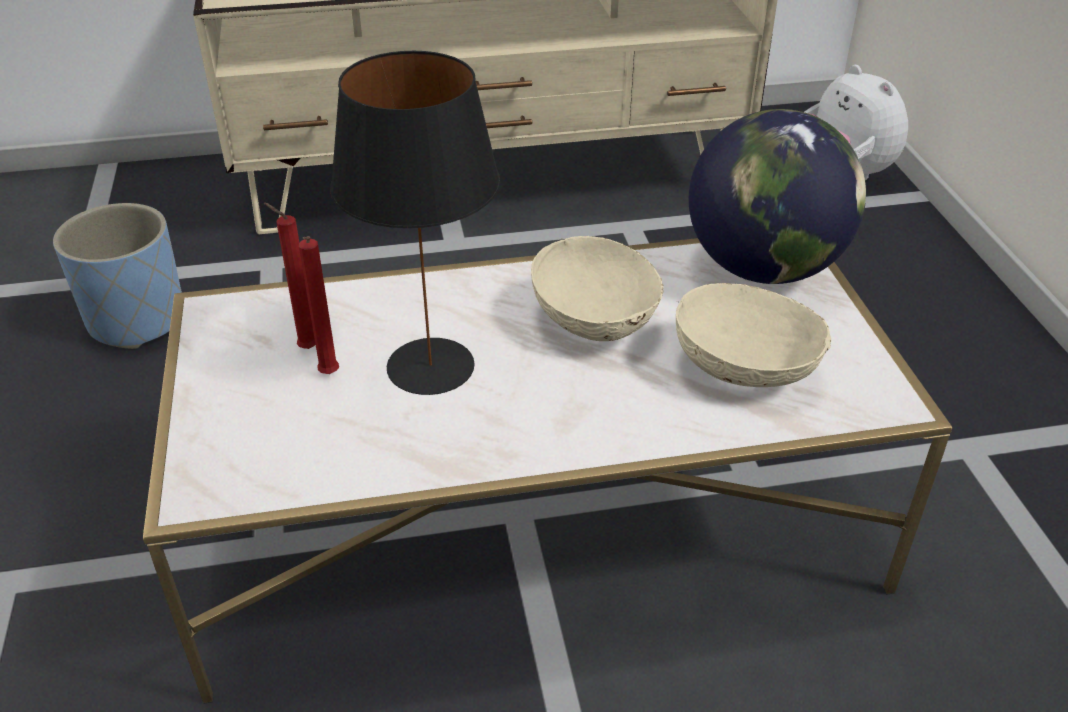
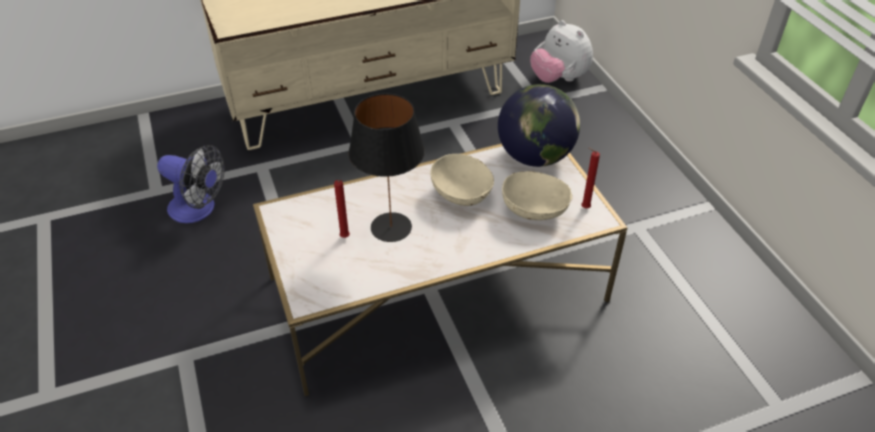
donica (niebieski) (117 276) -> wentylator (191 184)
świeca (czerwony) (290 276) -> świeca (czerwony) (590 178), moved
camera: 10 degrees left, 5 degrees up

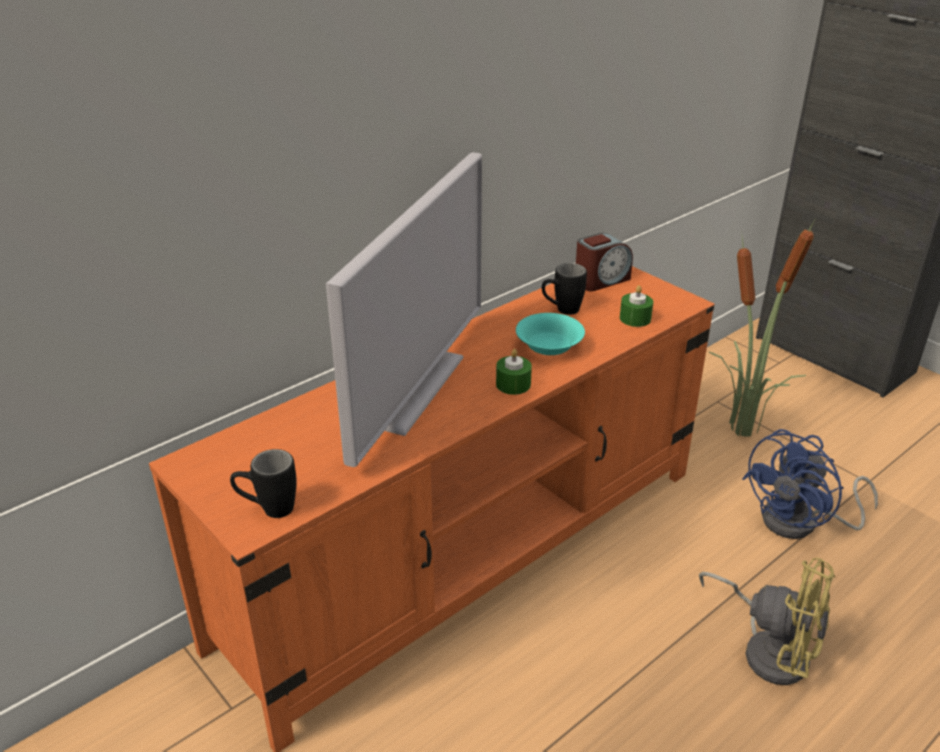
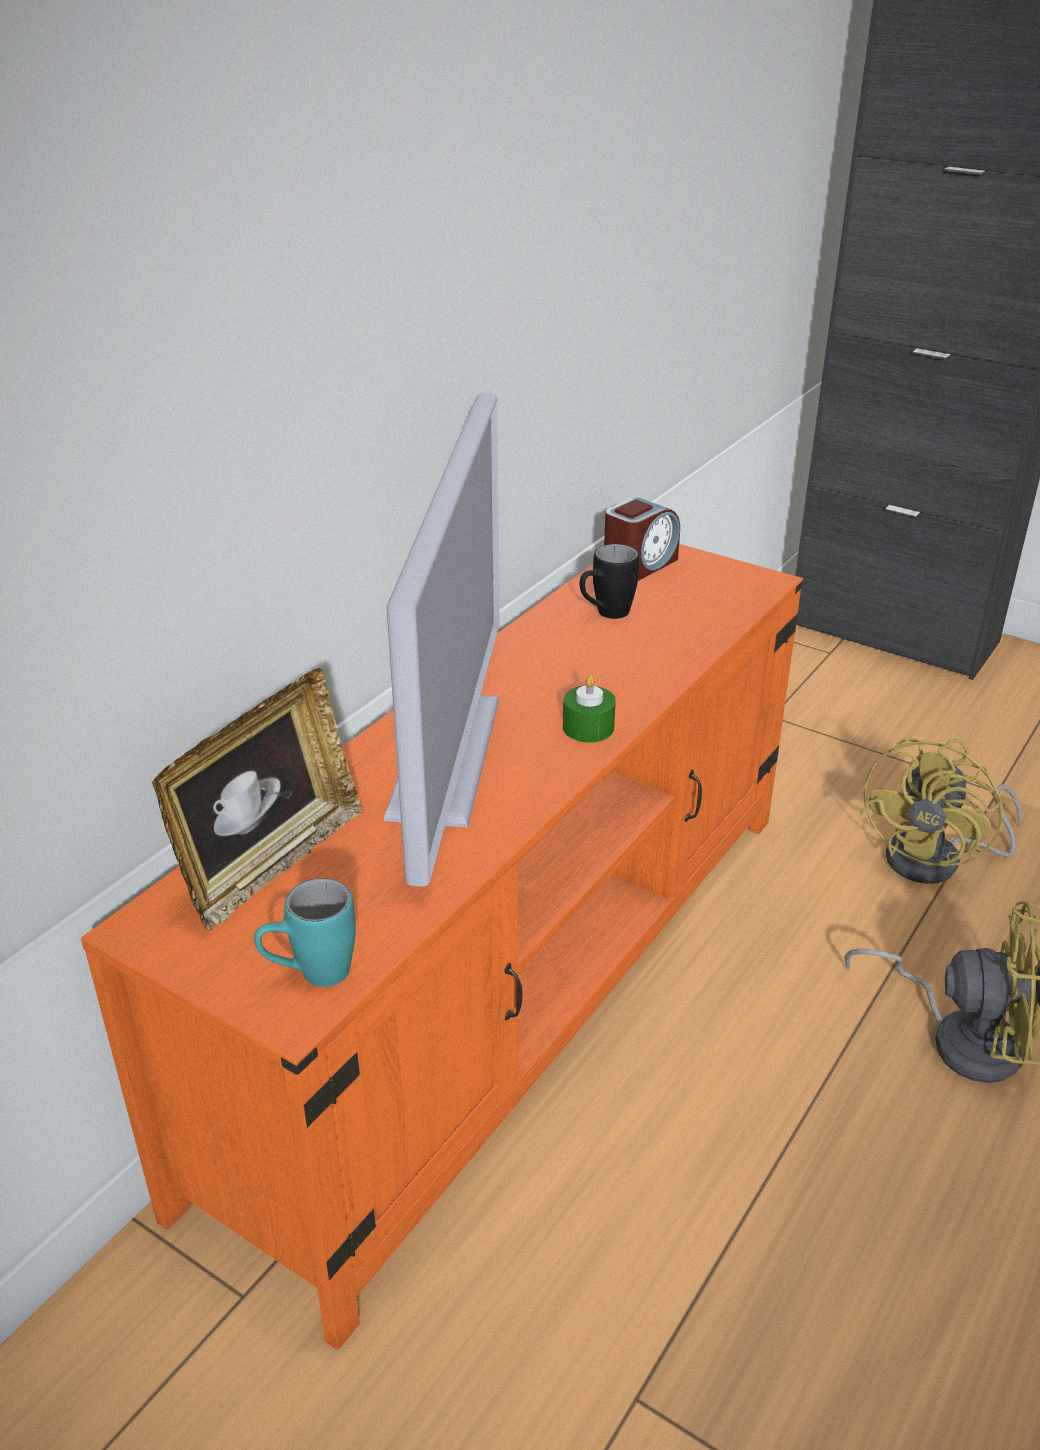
roślina doniczkowa (762 327) -> none
świeca (zielony) (636 306) -> none
miska (turkusowy) (550 334) -> none
wentylator (niebieski) (810 484) -> wentylator (żółty) (941 811)
kubek (czarny) (263 483) -> kubek (turkusowy) (305 932)
none -> ramka na zdjęcie (258 799)
camera: 15 degrees left, 0 degrees up

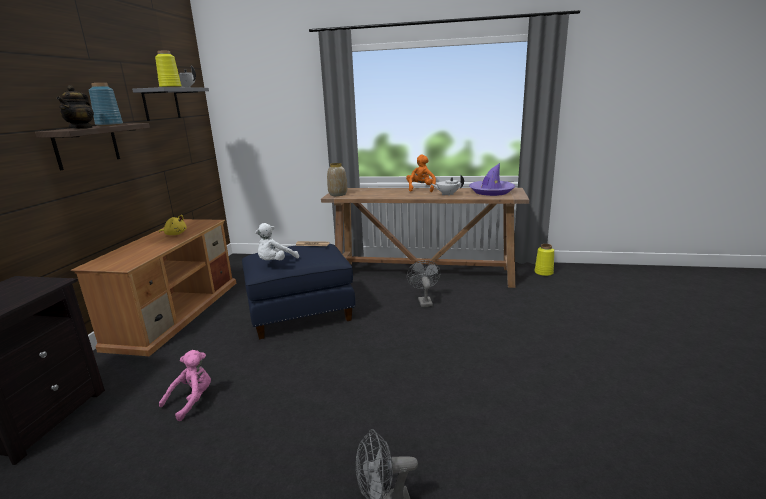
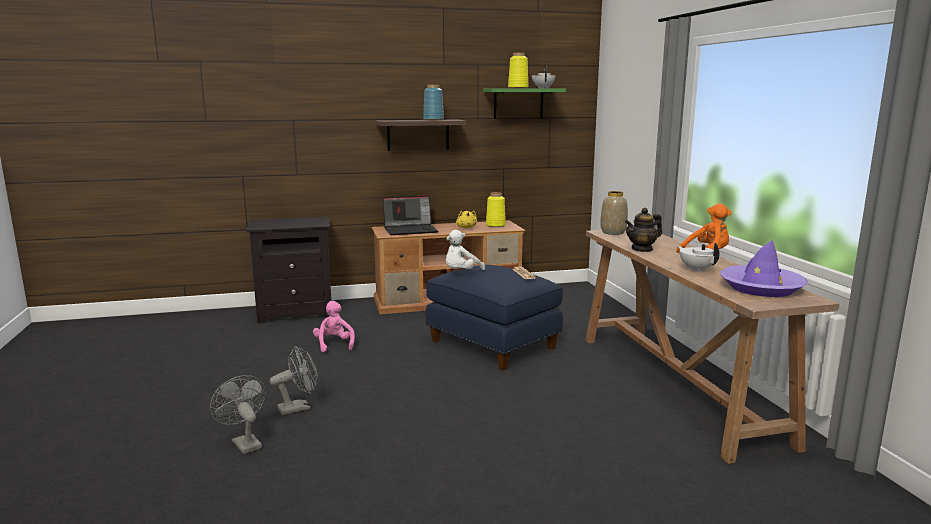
imbryk (75 107) -> imbryk (643 230), moved
półka (szary) (170 104) -> półka (zielony) (524 103)
pluszak (biały) (277 241) -> pluszak (biały) (465 250), 60 degrees counterclockwise
wazon (żółty) (544 260) -> wazon (żółty) (496 209), moved
wentylator (szary) (424 283) -> wentylator (szary) (294 380), moved
pluszak (różowy) (185 385) -> pluszak (różowy) (334 327), 120 degrees counterclockwise
none -> laptop (410 215)
camera: 65 degrees right, 5 degrees down

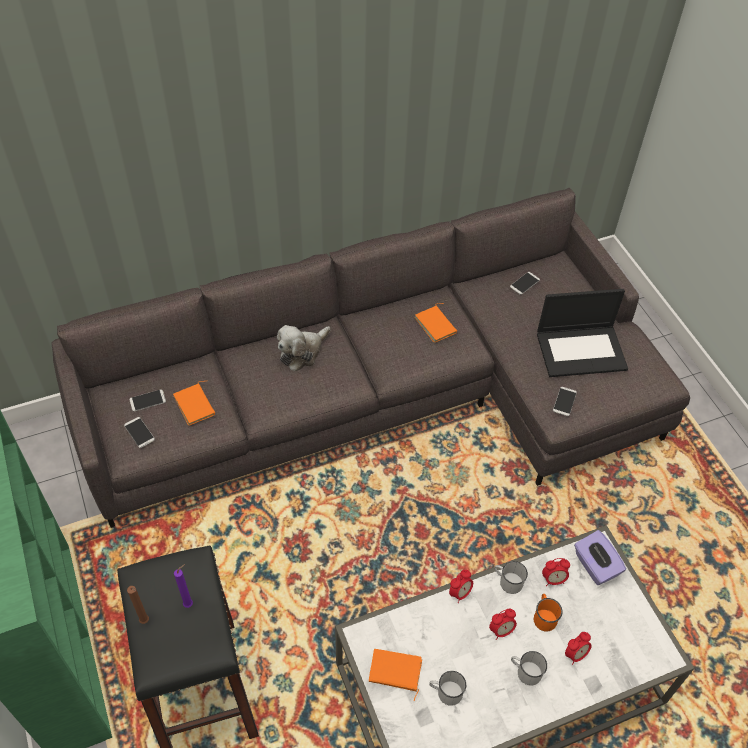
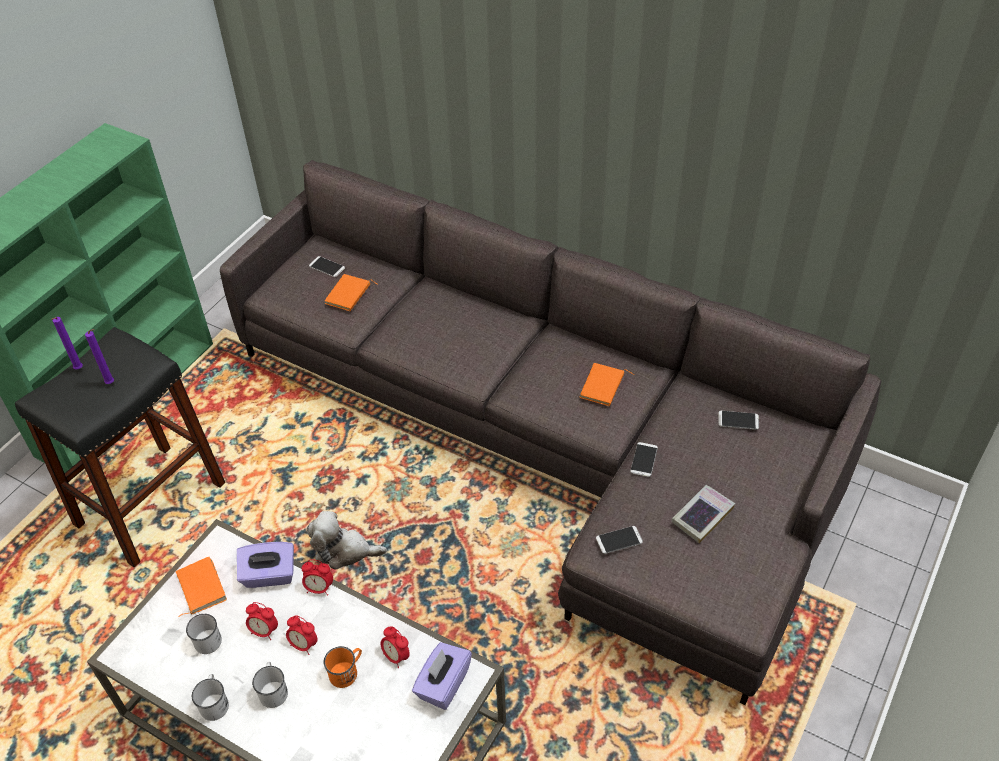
laptop (582 333) -> książka (703 514)
pluszak (304 348) -> pluszak (347 540), moved
telefon (139 432) -> telefon (644 459), moved
kubek (biały) (511 577) -> kubek (biały) (210 697), moved
świeca (brązowy) (138 605) -> świeca (fioletowy) (67 343)
budzik (578 648) -> budzik (262 621), moved
none -> pudełko chusteczek (fioletowy) (265 565)
camera: 55 degrees right, 5 degrees down

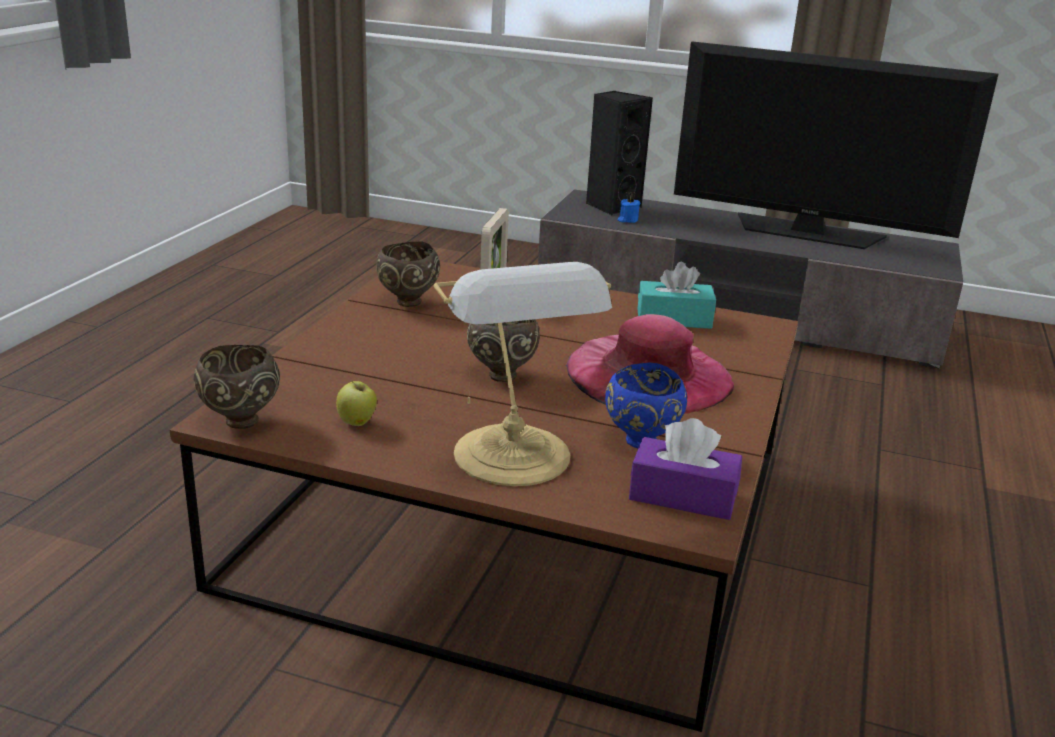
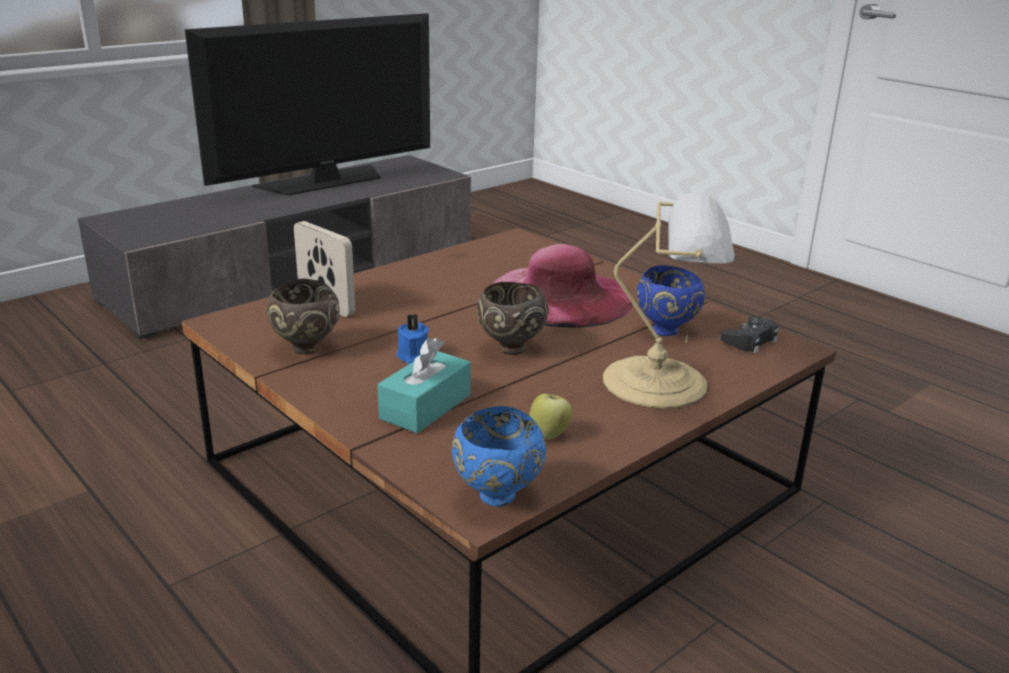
głośnik (czarny) (619 153) -> none
świeca (niebieski) (629 207) -> świeca (niebieski) (412 339), moved
pudełko chusteczek (turkusowy) (676 295) -> pudełko chusteczek (turkusowy) (424 385), moved
miska (brązowy) (237 387) -> miska (niebieski) (499 456)
pudełko chusteczek (fioletowy) (685 469) -> pad do gier (czarny) (749 334)
camera: 60 degrees left, 0 degrees up

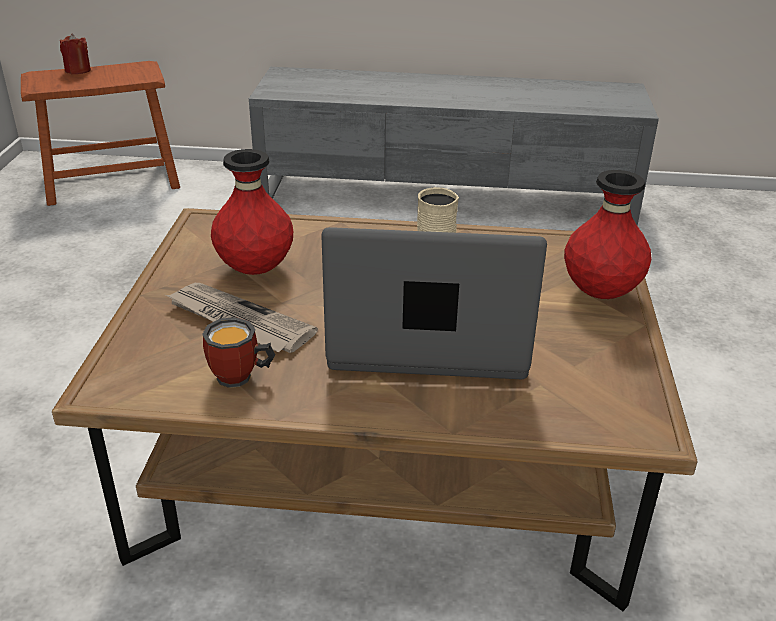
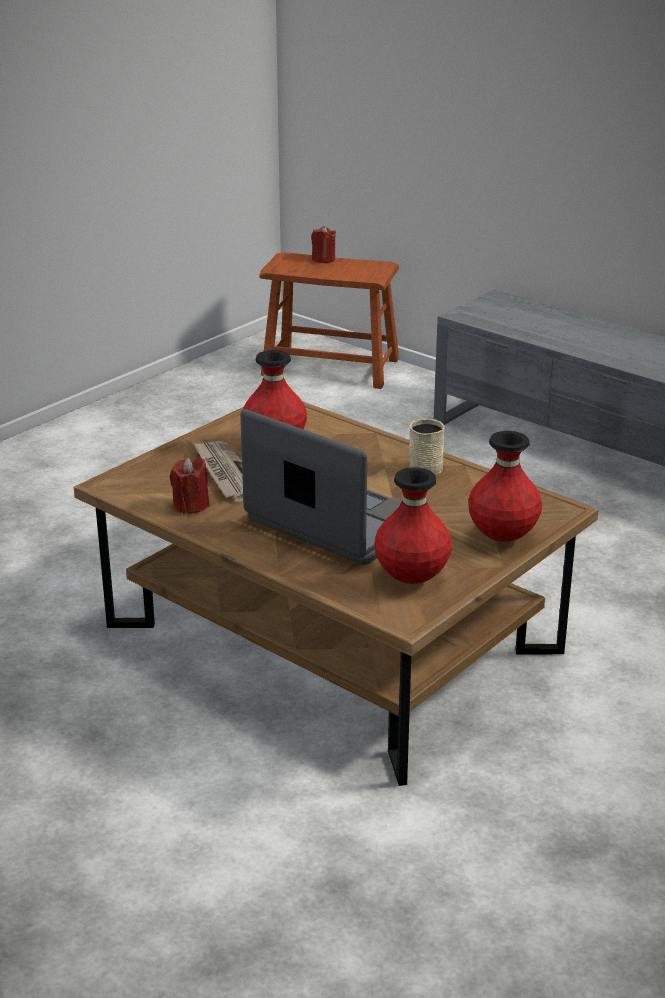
kubek (238 352) -> świeca (czerwony) (190 486)
none -> wazon (czerwony) (413 525)
camera: 35 degrees right, 5 degrees down

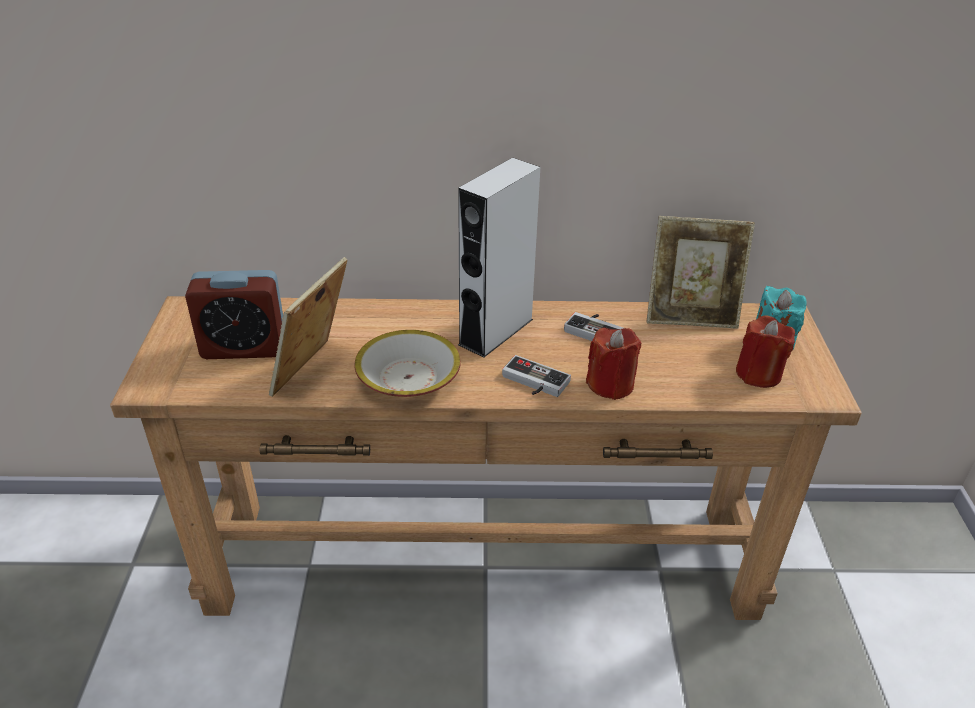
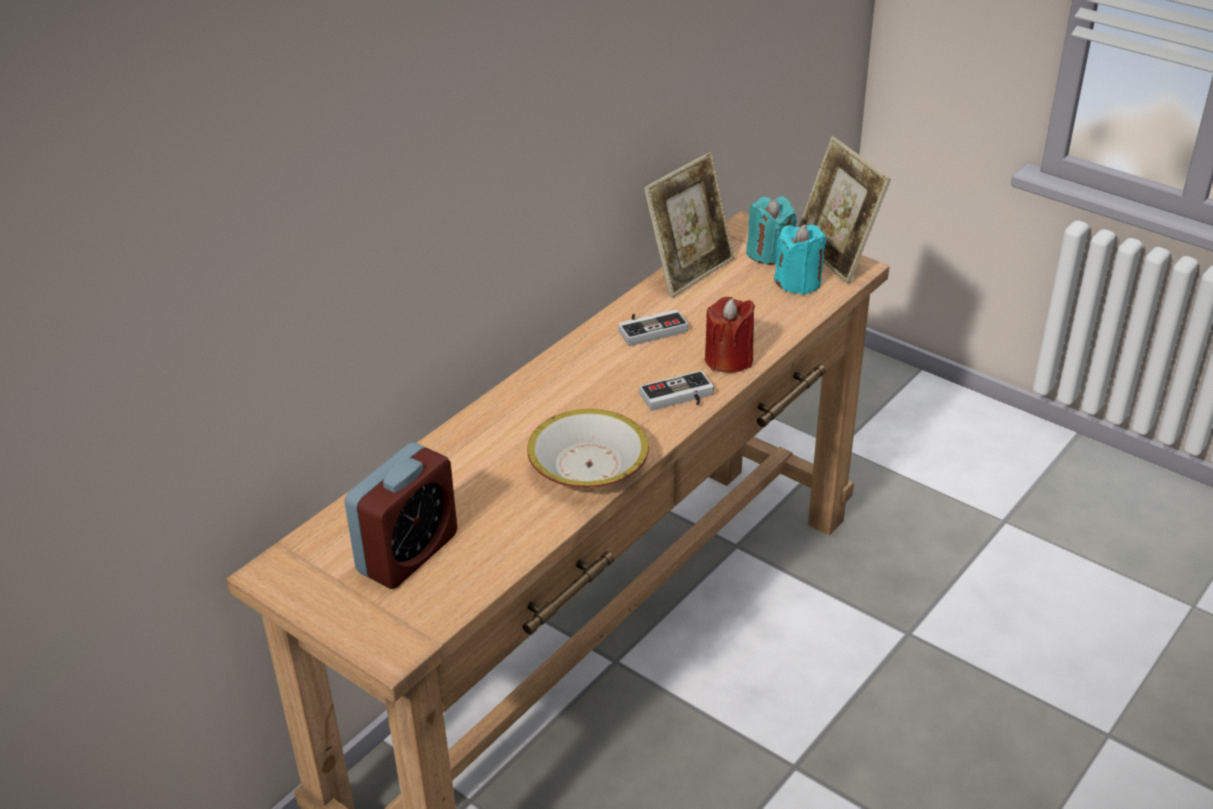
głośnik (szary) (499 257) -> none
ramka na zdjęcie (308 327) -> ramka na zdjęcie (844 209), moved
świeca (czerwony) (765 351) -> świeca (turkusowy) (800 259)
camera: 50 degrees left, 0 degrees up

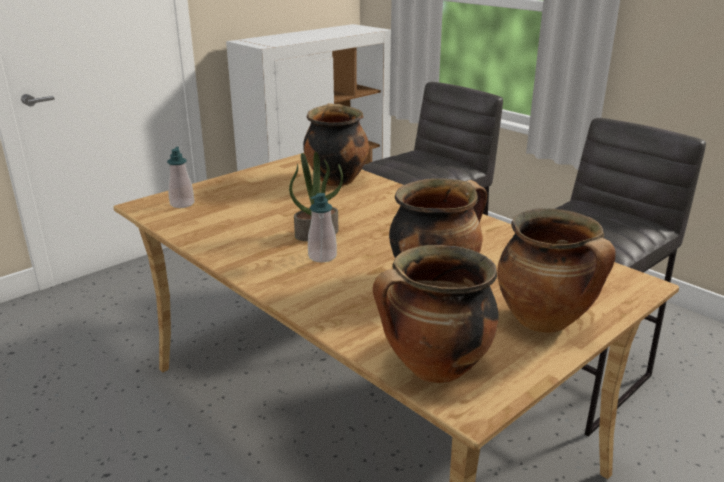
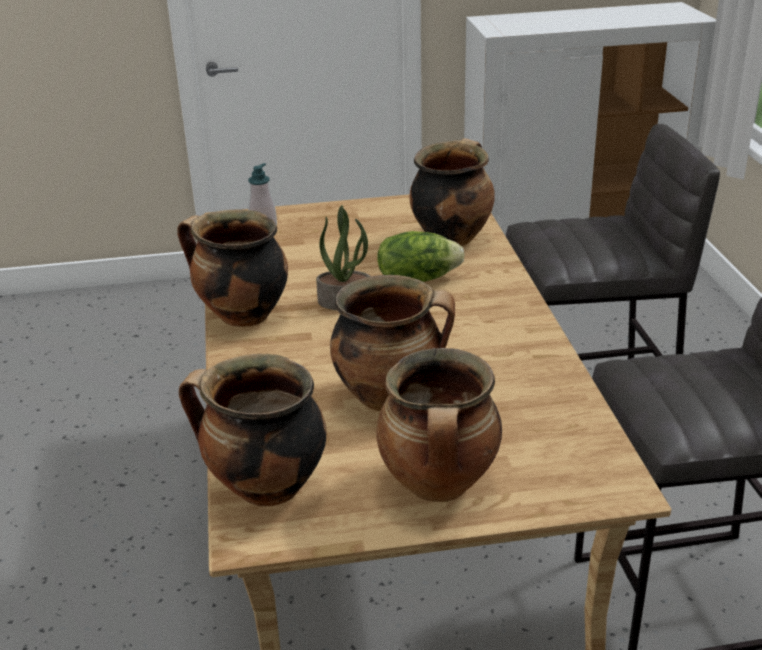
dozownik mydła (322 227) -> none
none -> garnek (232 268)
none -> sałata (421 256)
camera: 35 degrees right, 5 degrees up

